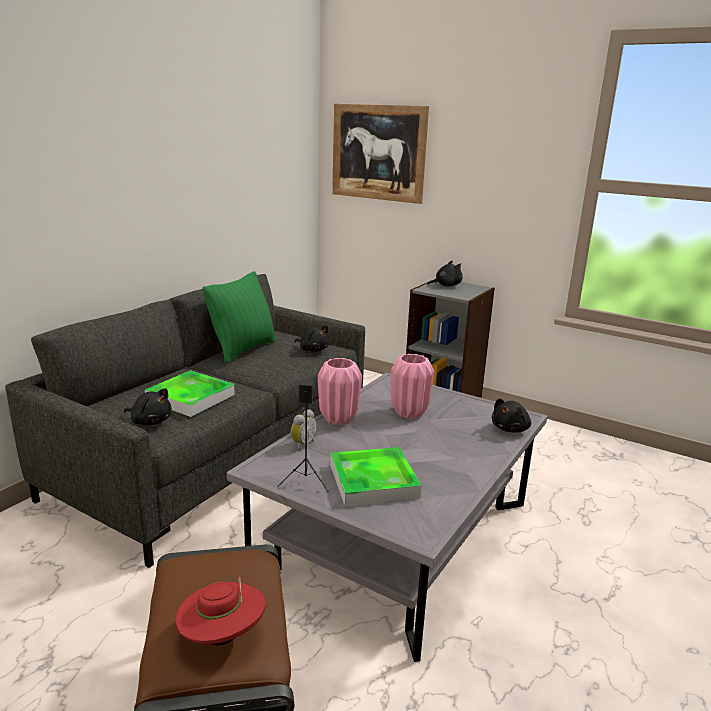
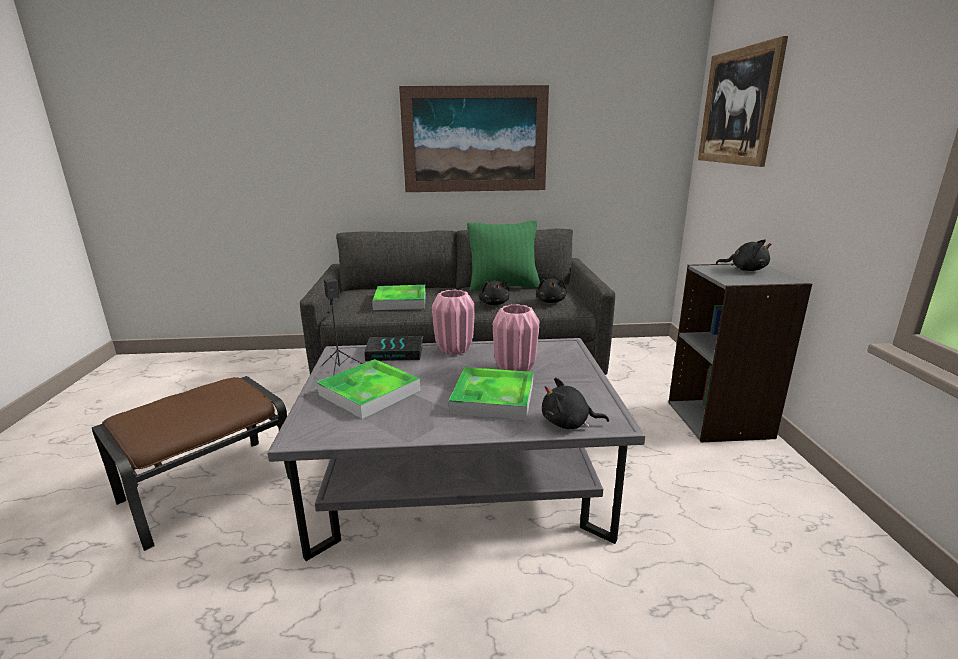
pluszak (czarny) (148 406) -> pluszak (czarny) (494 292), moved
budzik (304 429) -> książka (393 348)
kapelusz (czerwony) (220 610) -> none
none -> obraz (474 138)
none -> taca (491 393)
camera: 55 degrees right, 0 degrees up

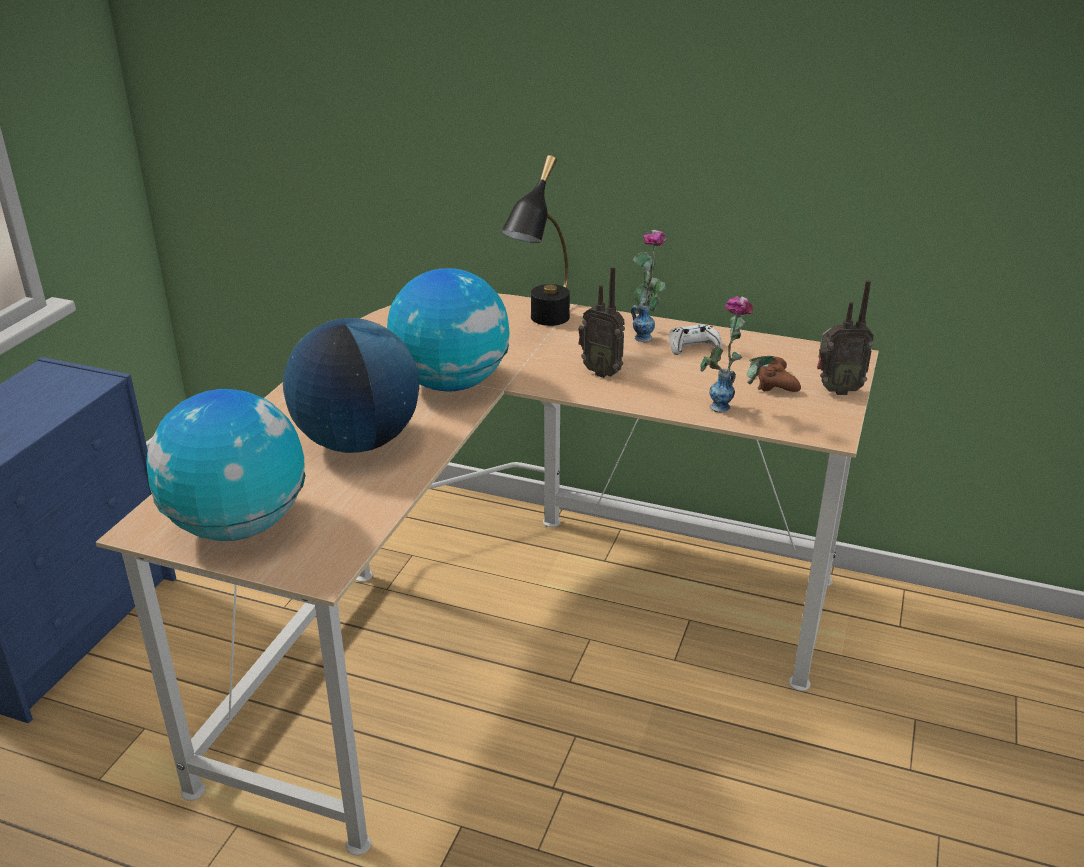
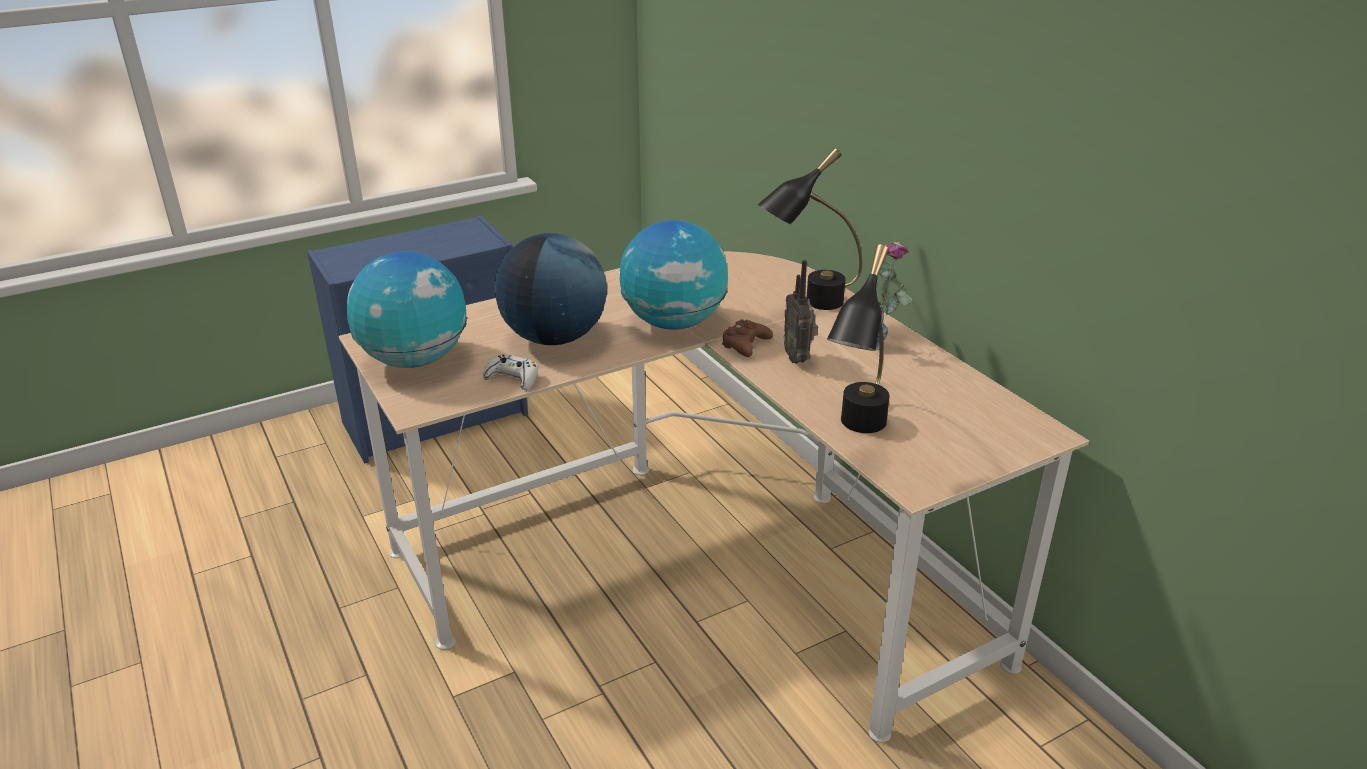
radio (845 337) -> none
wazon (737 354) -> lampa stołowa (czarny) (858 338)
pad do gier (biały) (695 339) -> pad do gier (biały) (510 372), moved
pad do gier (brązowy) (779 374) -> pad do gier (brązowy) (747 338), moved
camera: 40 degrees right, 0 degrees up

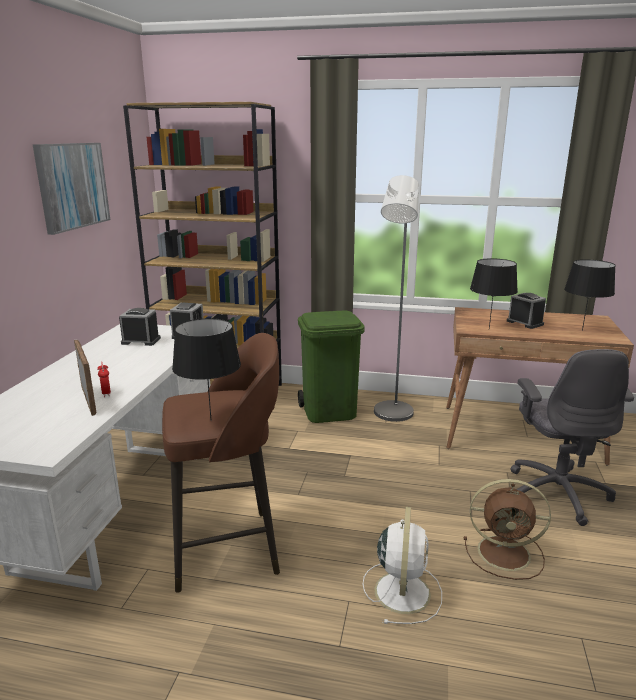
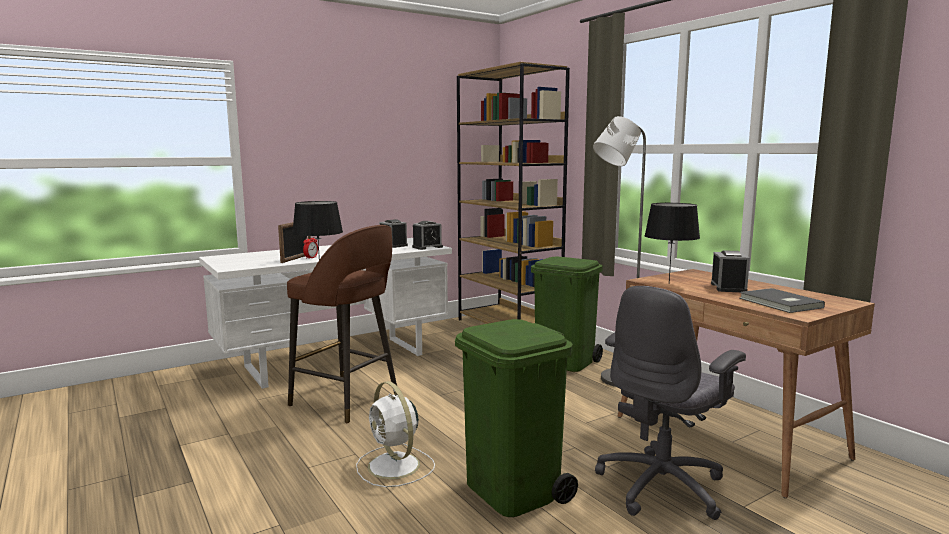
obraz (71 189) -> none
lampa stołowa (czarny) (590 295) -> książka (szary) (782 300)
wentylator (brązowy) (507 529) -> kosz na śmieci (zielony) (516 418)
wentylator (biały) (402 565) -> wentylator (biały) (395 434), 90 degrees clockwise
camera: 45 degrees right, 10 degrees down

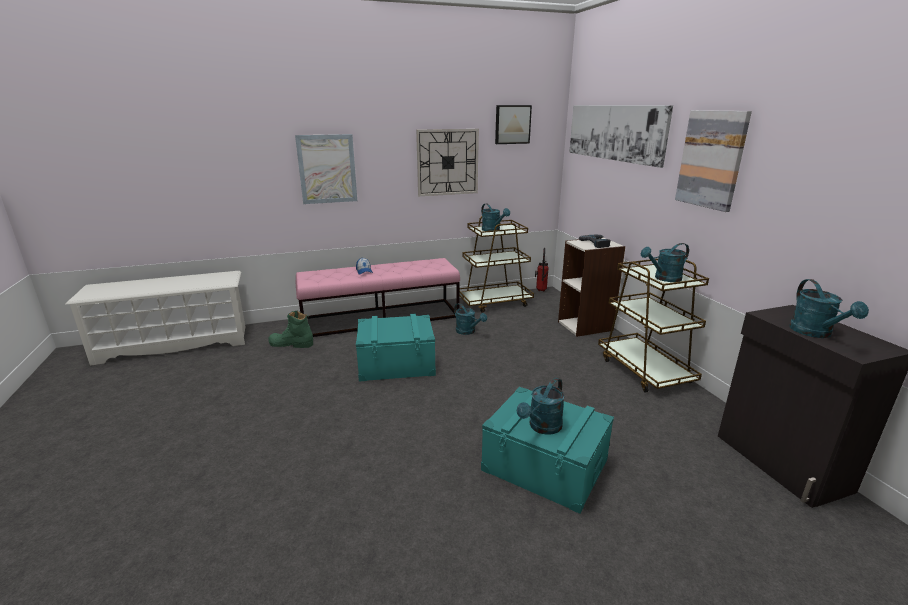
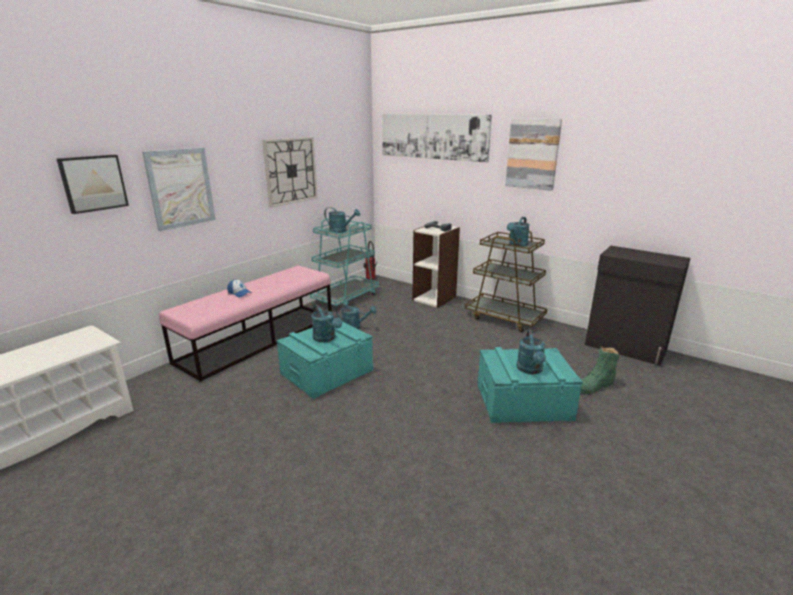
obraz (513 124) -> obraz (93 184), moved
wózek (brązowy) (496 264) -> wózek (turkusowy) (344 262)
konewka (turkusowy) (829 308) -> konewka (turkusowy) (326 323), moved
but z cholewką (zielony) (291 329) -> but z cholewką (zielony) (599 370), moved
camera: 35 degrees left, 0 degrees up

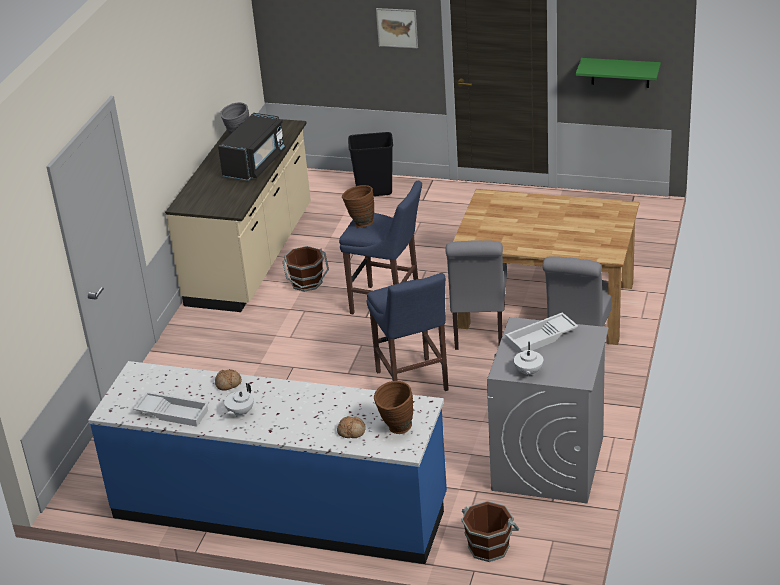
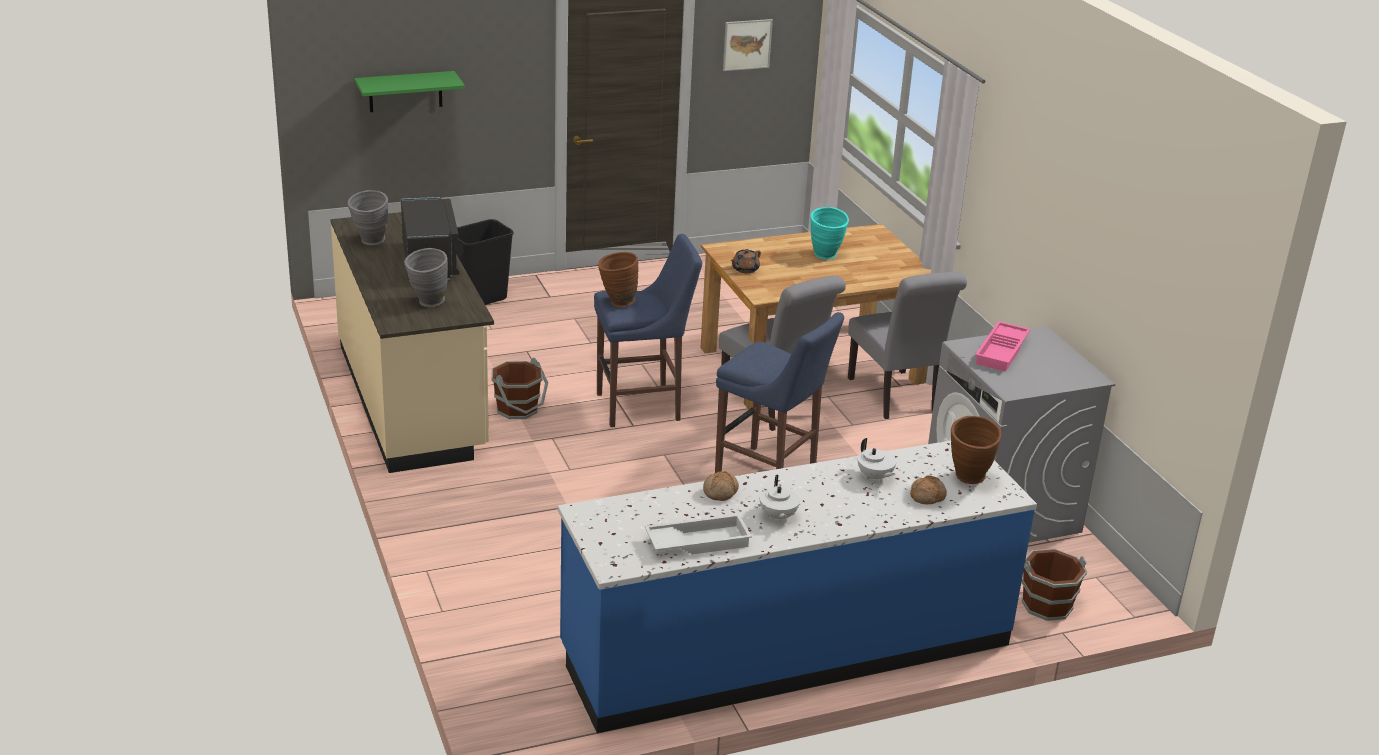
obraz (397 28) -> obraz (748 45), moved
półka (zielony) (618 73) -> półka (zielony) (409 91), moved
taca (biały) (541 332) -> taca (różowy) (1003 346)
imbryk (biały) (528 359) -> imbryk (biały) (877 460), moved
none -> wazon (turkusowy) (829 233)
none -> wazon (szary) (426 277)
none -> imbryk (brązowy) (745 261)
camera: 40 degrees left, 5 degrees down

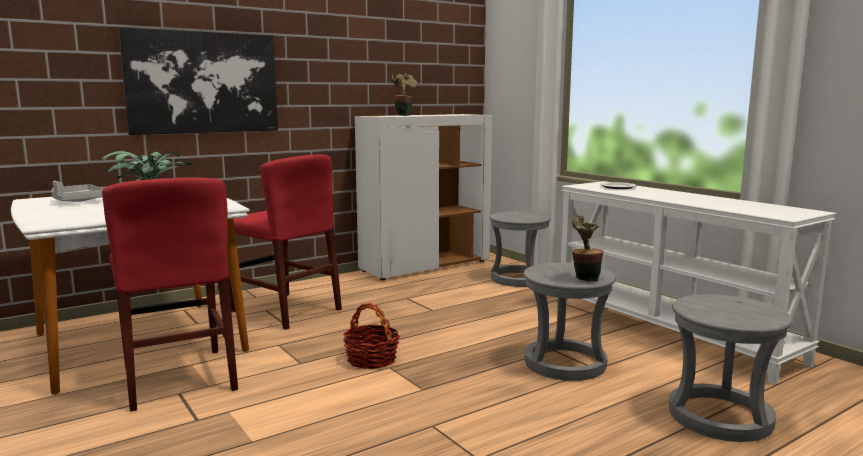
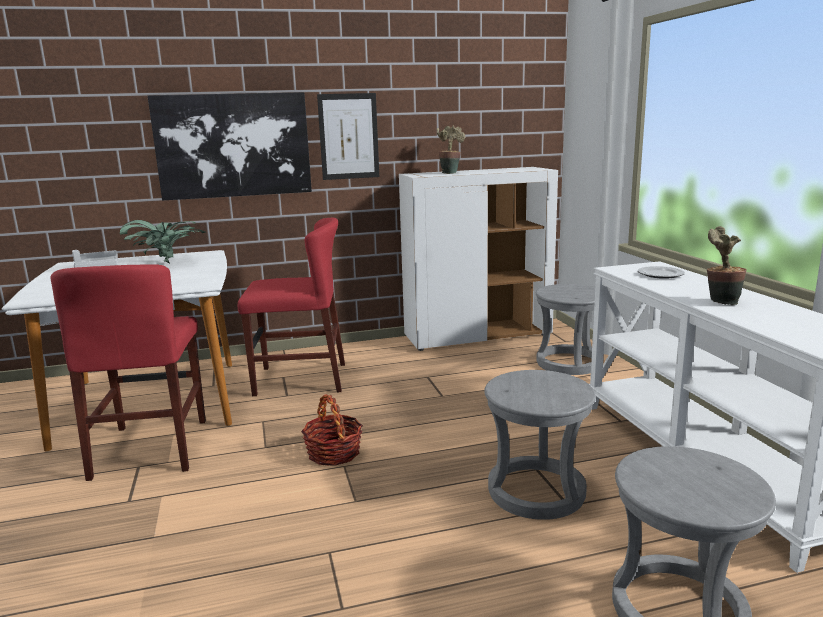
krzesło (czerwony) (285 242) -> krzesło (czerwony) (291 307), 60 degrees counterclockwise
roślina doniczkowa (588 248) -> roślina doniczkowa (727 265), moved
none -> obraz (348 136)
camera: 20 degrees right, 5 degrees up

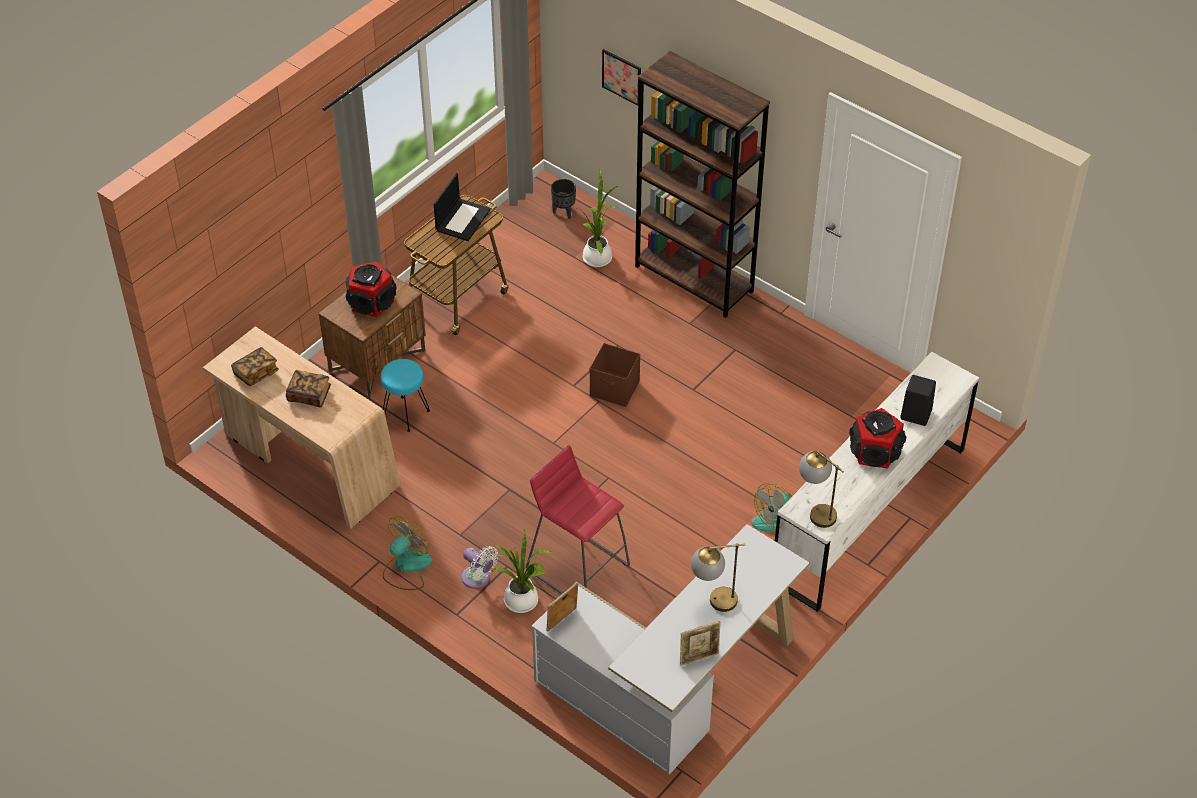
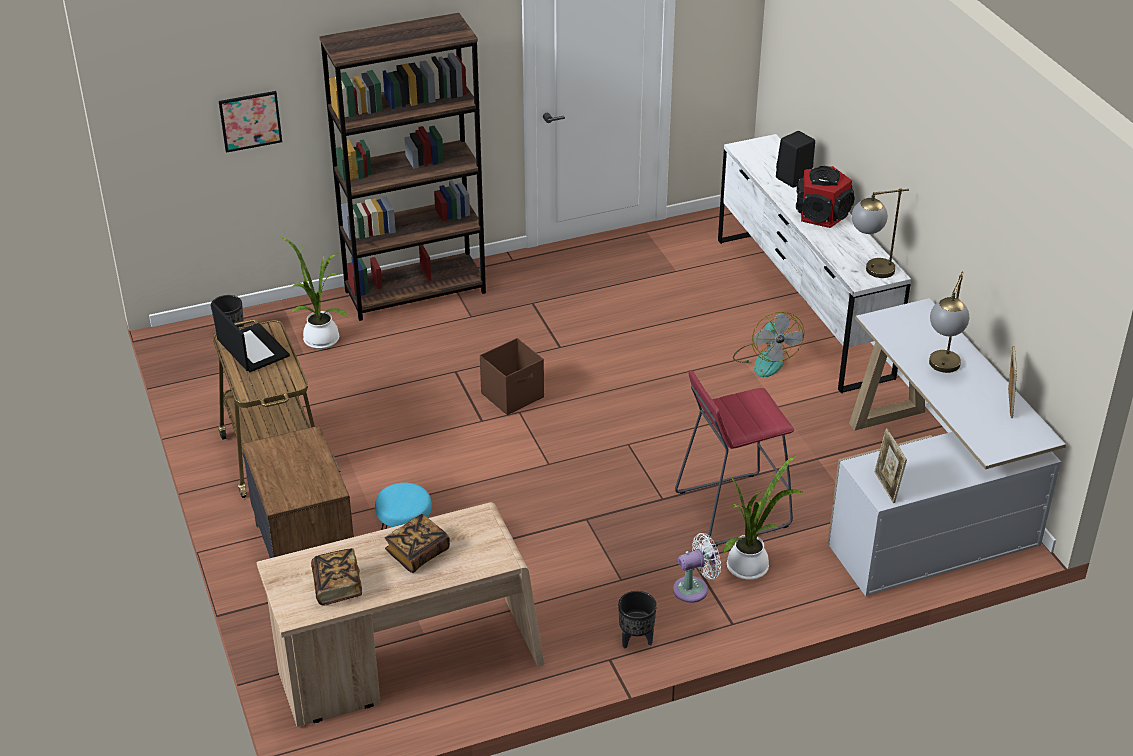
głośnik (371 289) -> none
wentylator (407 553) -> donica (czarny) (637 619)
camera: 60 degrees left, 10 degrees down

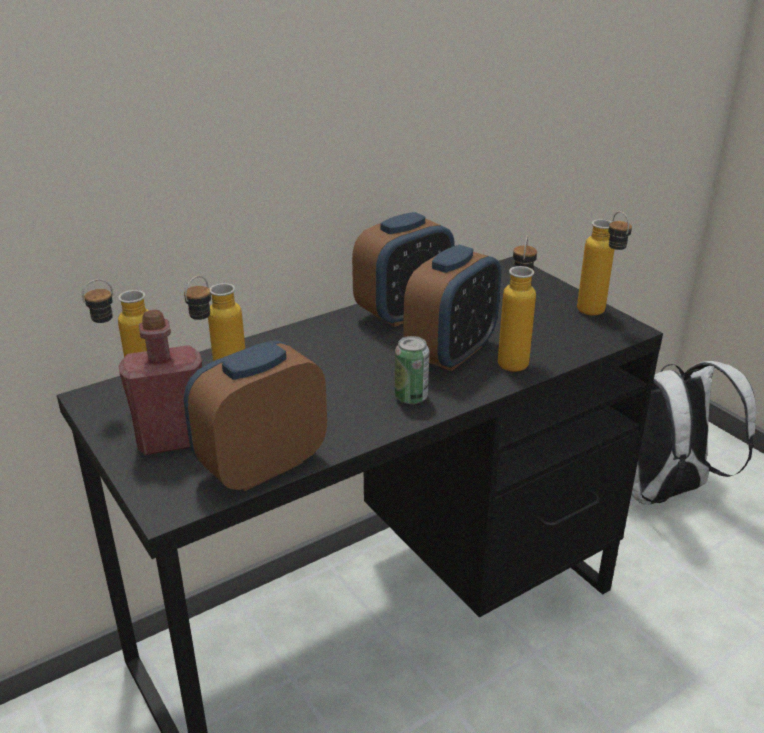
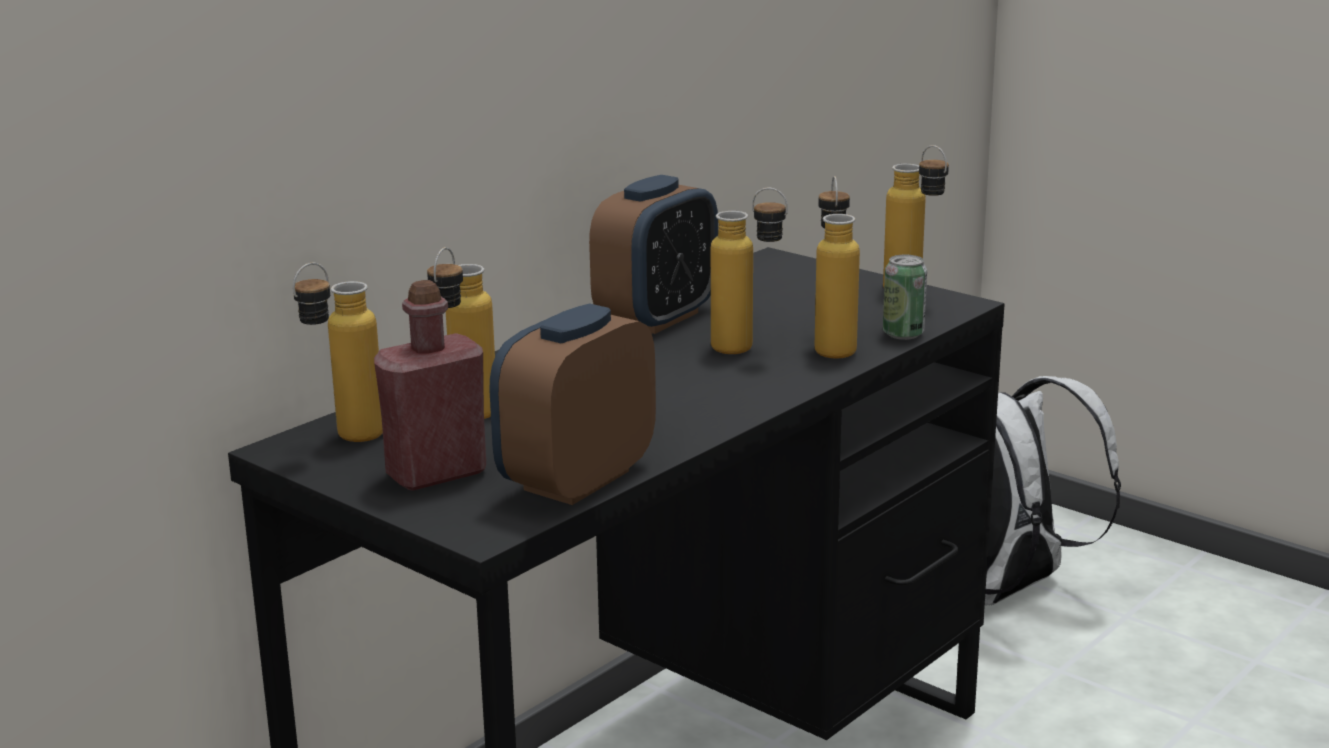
budzik (452 308) -> butelka (749 270)
puszka (412 370) -> puszka (905 297), moved
camera: 15 degrees left, 10 degrees down

